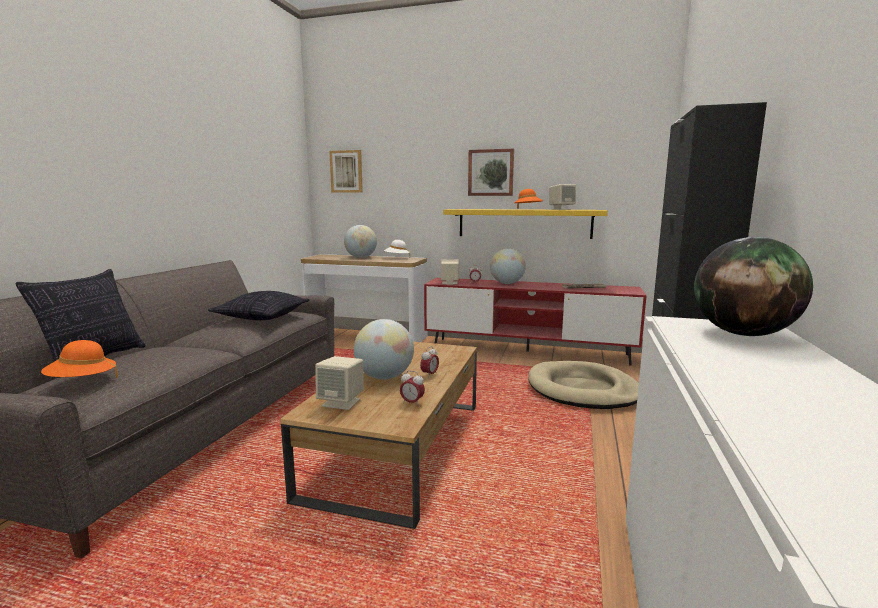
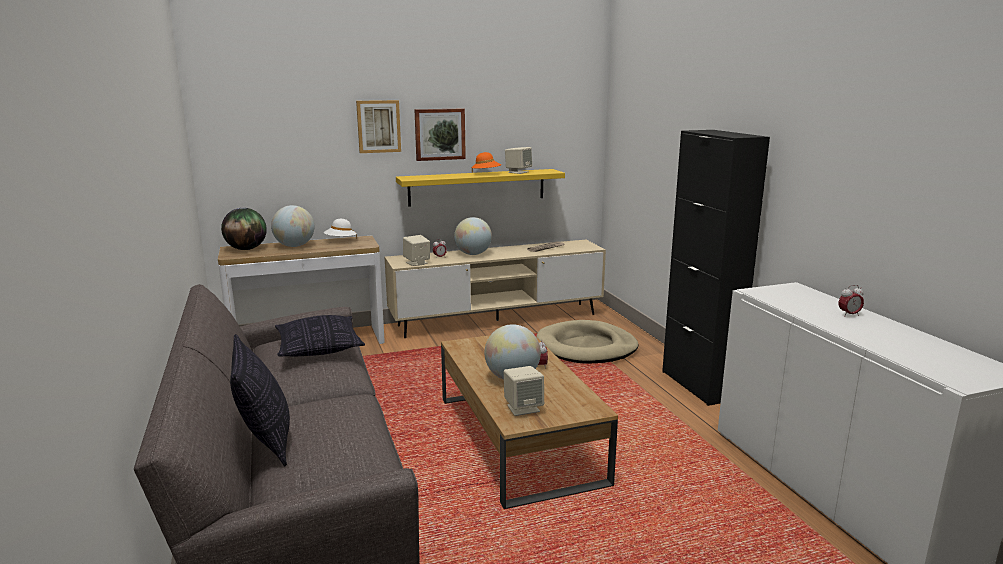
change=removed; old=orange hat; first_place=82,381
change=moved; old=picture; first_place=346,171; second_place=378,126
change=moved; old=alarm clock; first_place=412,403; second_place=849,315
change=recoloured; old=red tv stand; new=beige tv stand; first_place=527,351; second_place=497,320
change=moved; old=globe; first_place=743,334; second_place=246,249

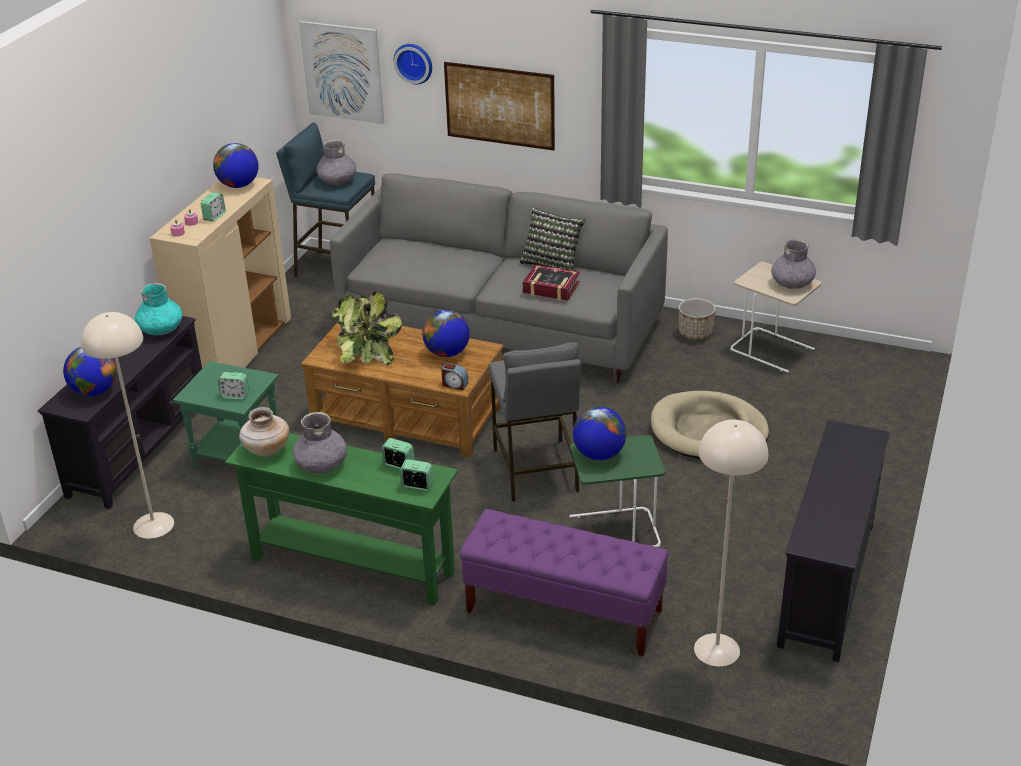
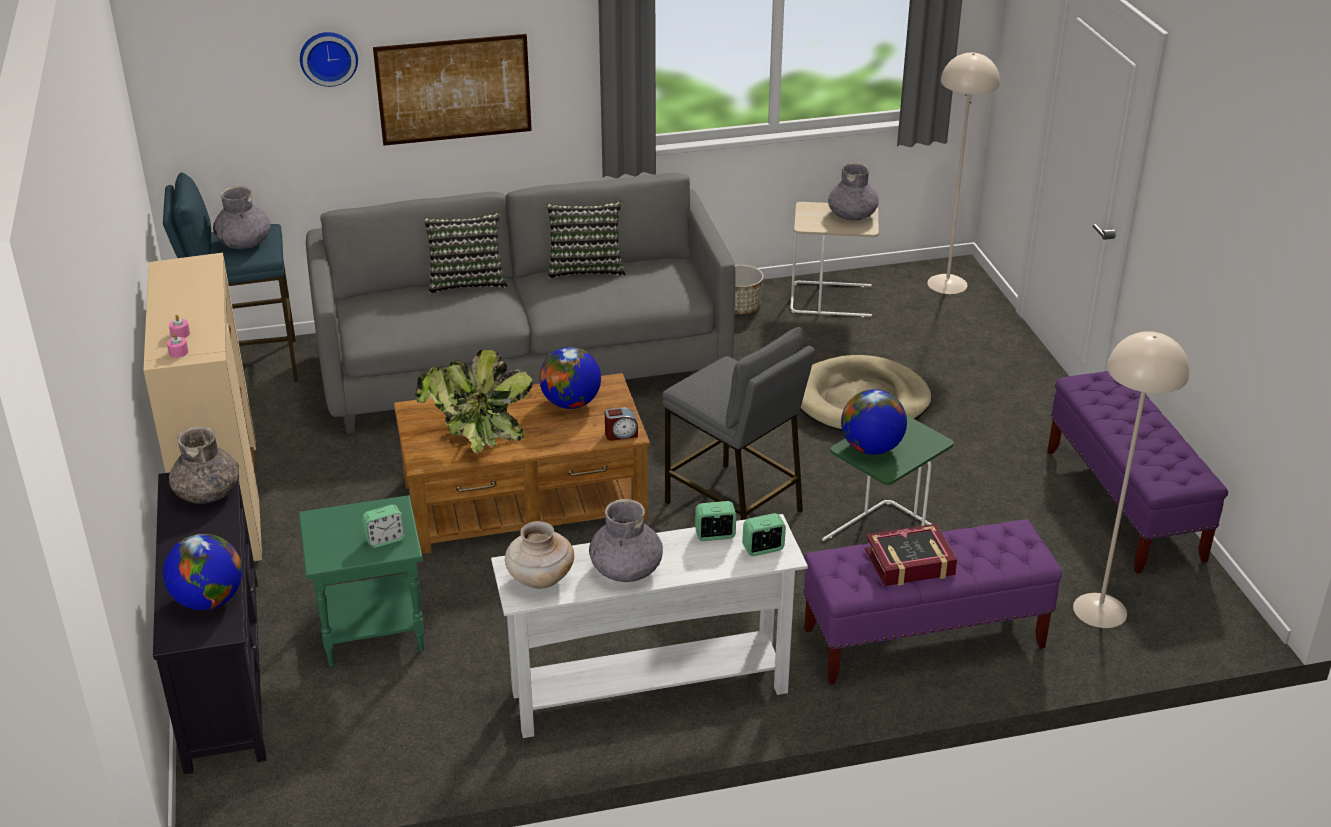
change=moved; old=beige floor lamp; first_place=153,525; second_place=946,283
change=recoloured; old=turquoise vase; new=grey vase; first_place=161,329; second_place=208,493
change=removed; old=alarm clock; first_place=214,217
change=removed; old=globe; first_place=238,185
change=recoloured; old=green console table; new=white console table; first_place=352,566; second_place=650,692
change=removed; old=picture; first_place=342,72
change=moved; old=book; first_place=551,288; second_place=910,563
change=replaced; old=black tv stand; new=purple bench; first_place=827,584; second_place=1123,505
change=added; new=pillow; second_place=467,281

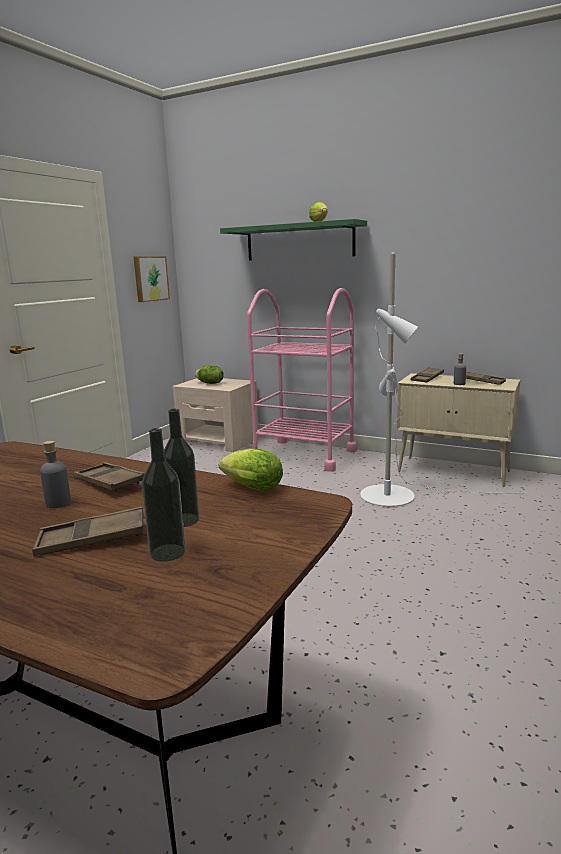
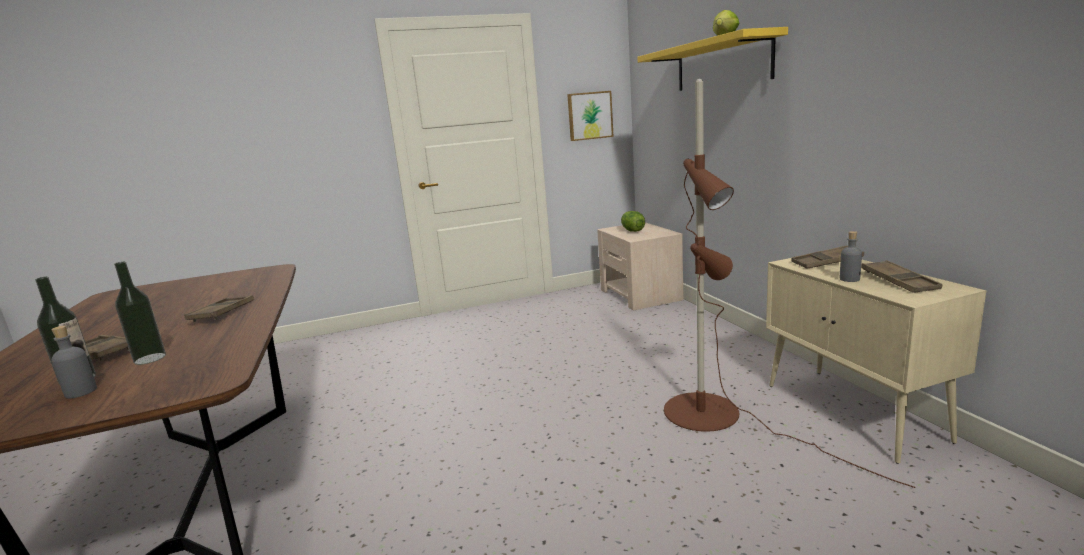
change=moved; old=grey bottle; first_place=58,503; second_place=81,392
change=removed; old=lettuce; first_place=249,488
change=recoloured; old=green shelf; new=yellow shelf; first_place=299,242; second_place=721,64
change=removed; old=pink cart; first_place=304,455
change=recoloured; old=white floor lamp; new=brown floor lamp; first_place=400,495; second_place=717,417

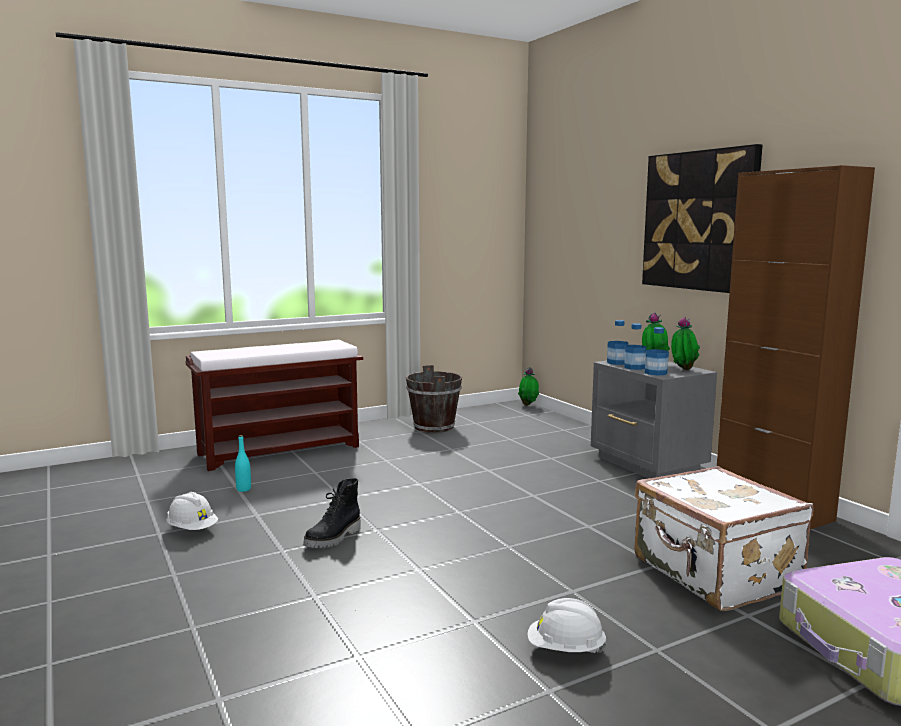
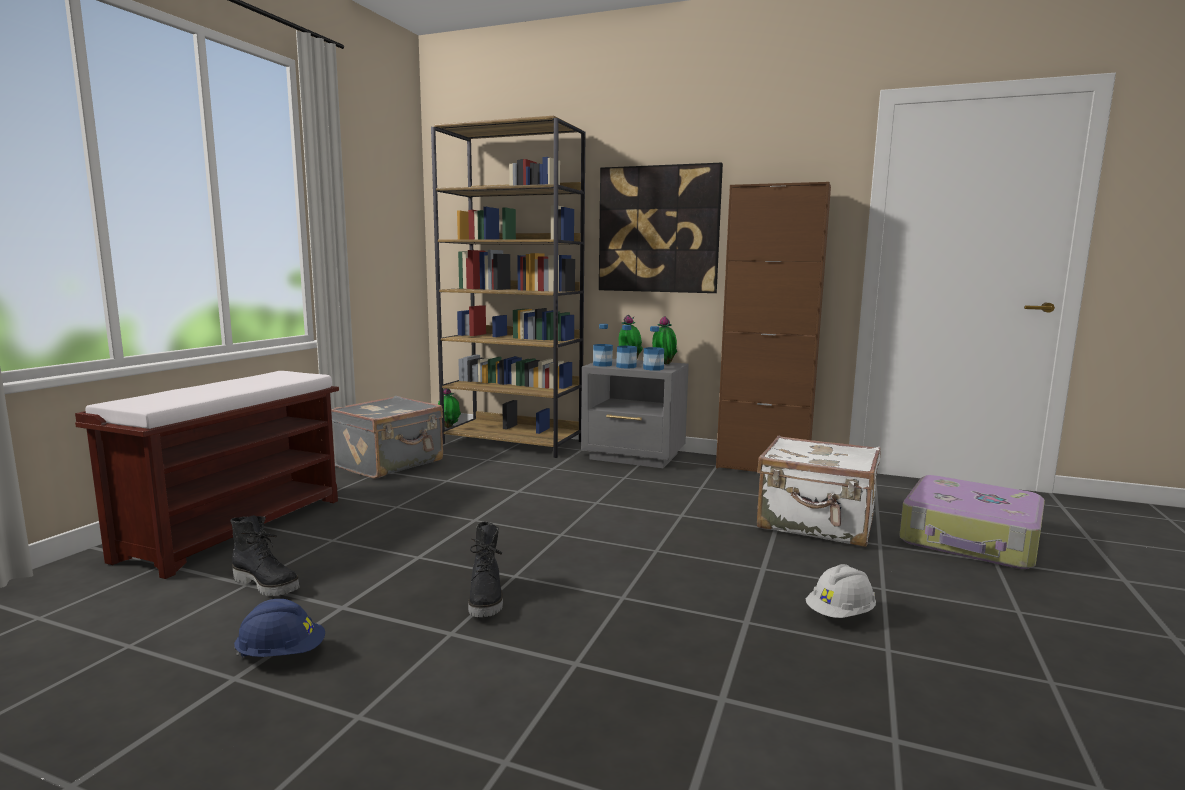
change=recoloured; old=white hard hat; new=blue hard hat; first_place=192,529; second_place=281,654
change=replaced; old=turquoise bottle; new=black boot; first_place=243,489; second_place=268,584
change=replaced; old=brown bucket; new=grey suitcase; first_place=434,427; second_place=390,463
change=added; new=brown bookcase; second_place=513,442

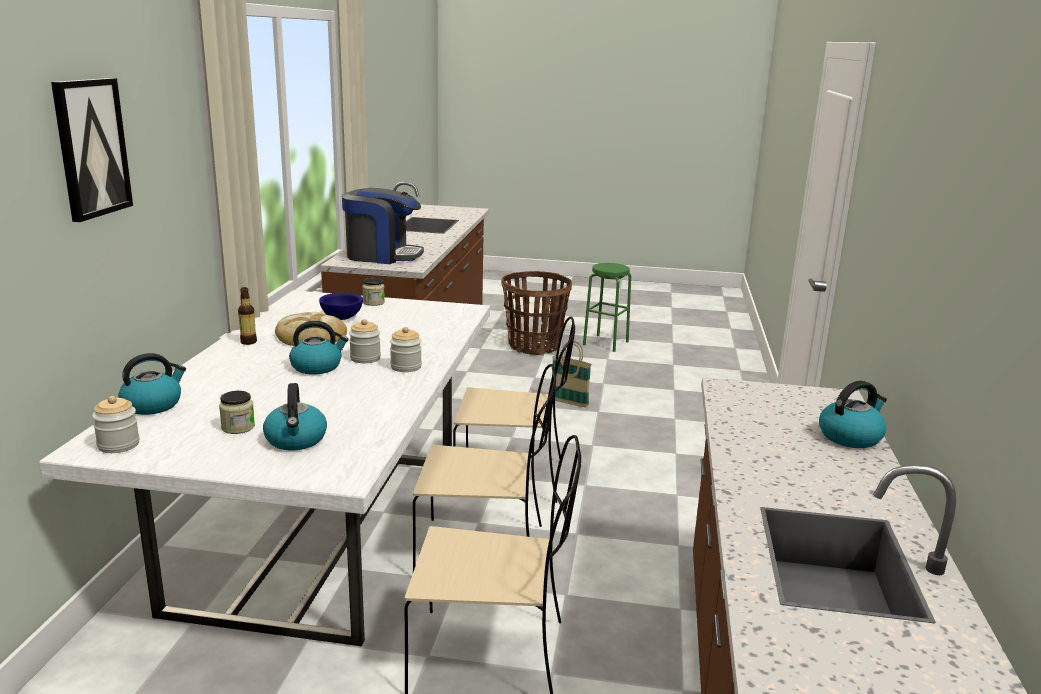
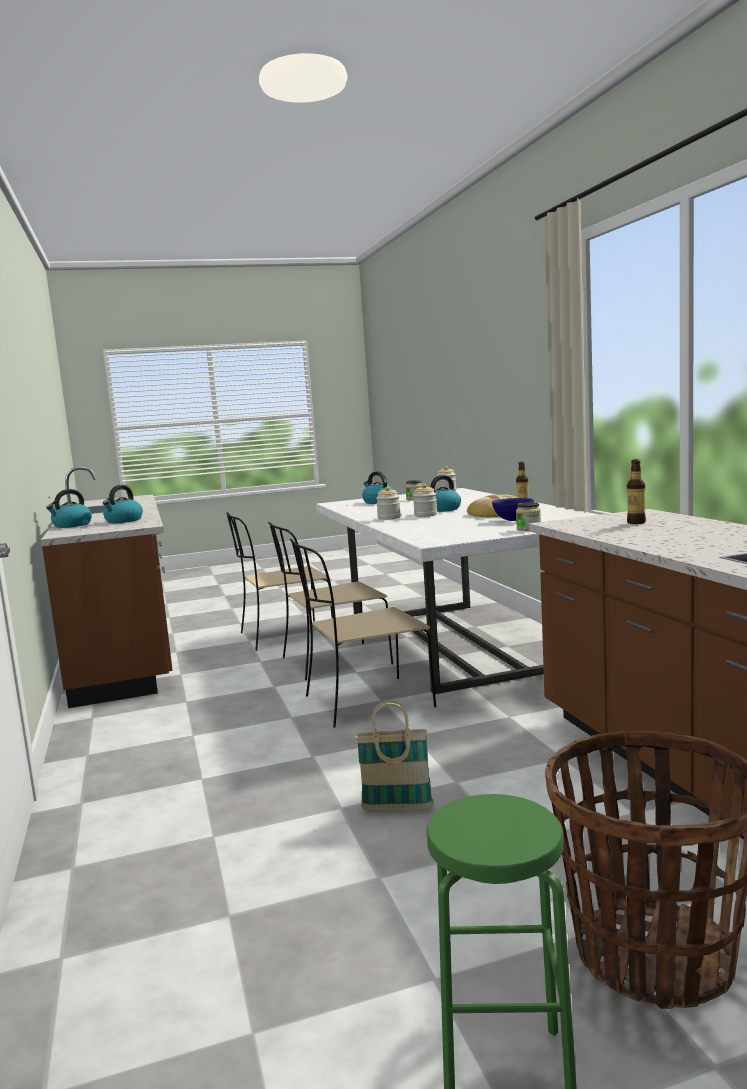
change=removed; old=picture; first_place=91,148
change=moved; old=kettle; first_place=153,405; second_place=123,521
change=replaced; old=coffee machine; new=bottle; first_place=382,256; second_place=636,522

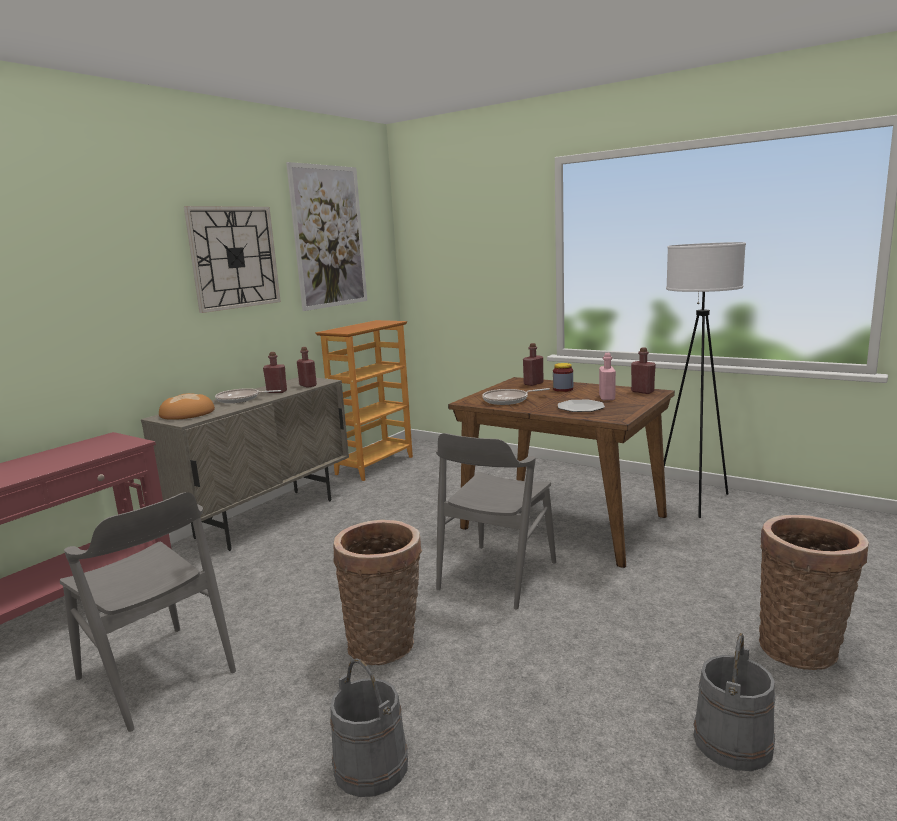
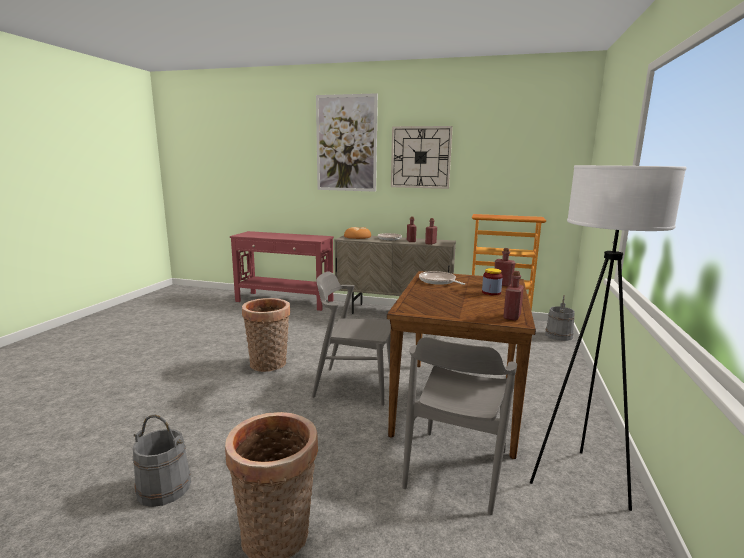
change=moved; old=grey chair; first_place=156,675; second_place=456,469
change=moved; old=picture; first_place=329,237; second_place=346,143
change=moved; old=grey bucket; first_place=370,767; second_place=558,335
change=removed; old=plate; first_place=580,407
change=removed; old=pink bottle; first_place=607,398

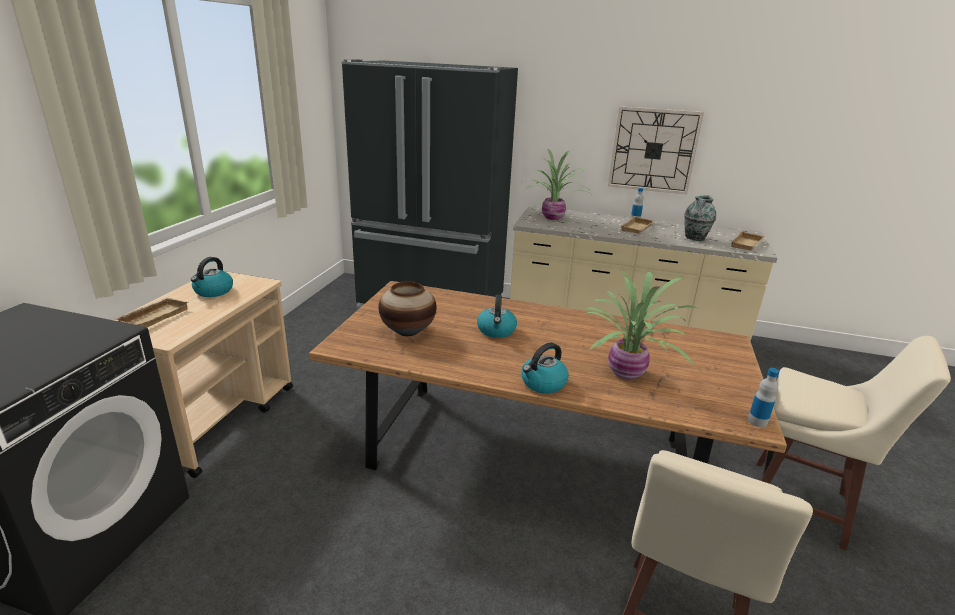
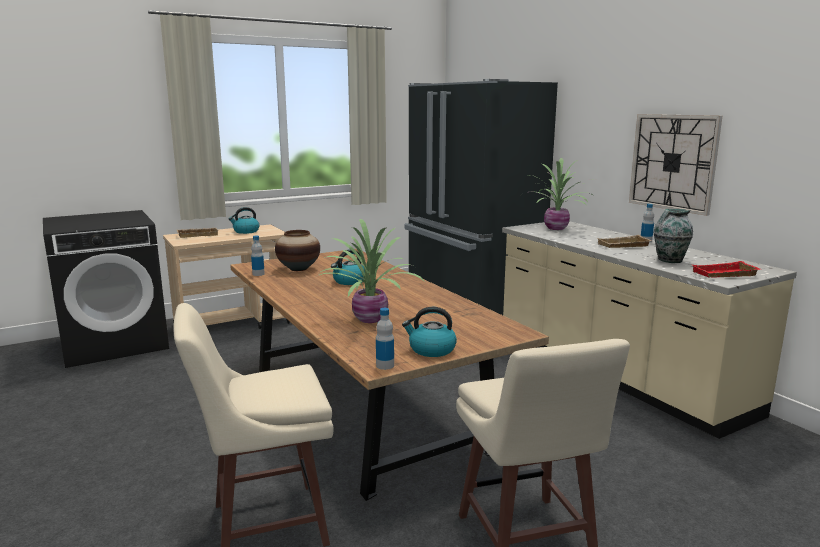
change=moved; old=kettle; first_place=543,383; second_place=431,350
change=recoloured; old=beige tray; new=red tray; first_place=747,245; second_place=724,274
change=added; new=bottle; second_place=258,274

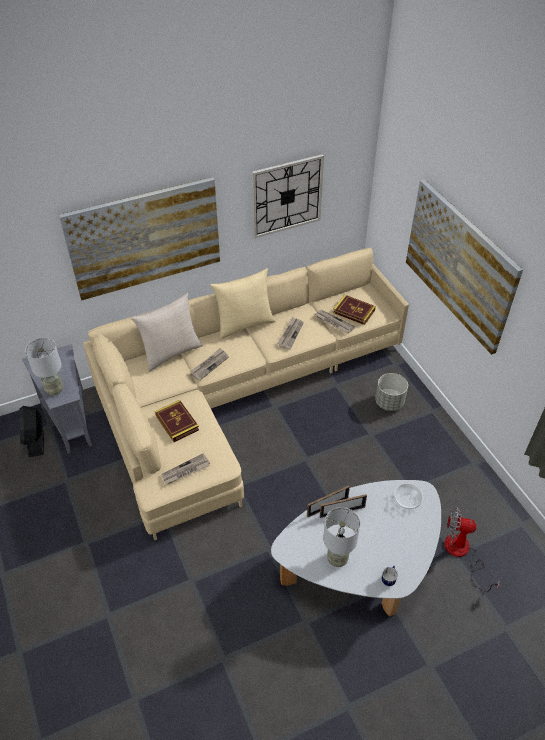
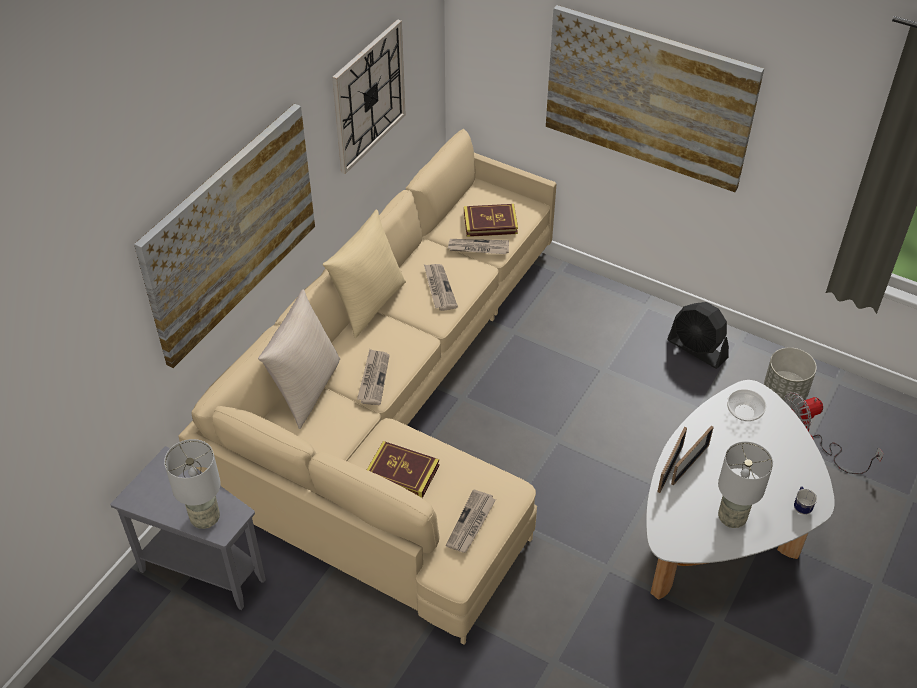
change=moved; old=black fan; first_place=35,440; second_place=697,349
change=moved; old=grey planter; first_place=389,402; second_place=785,392

